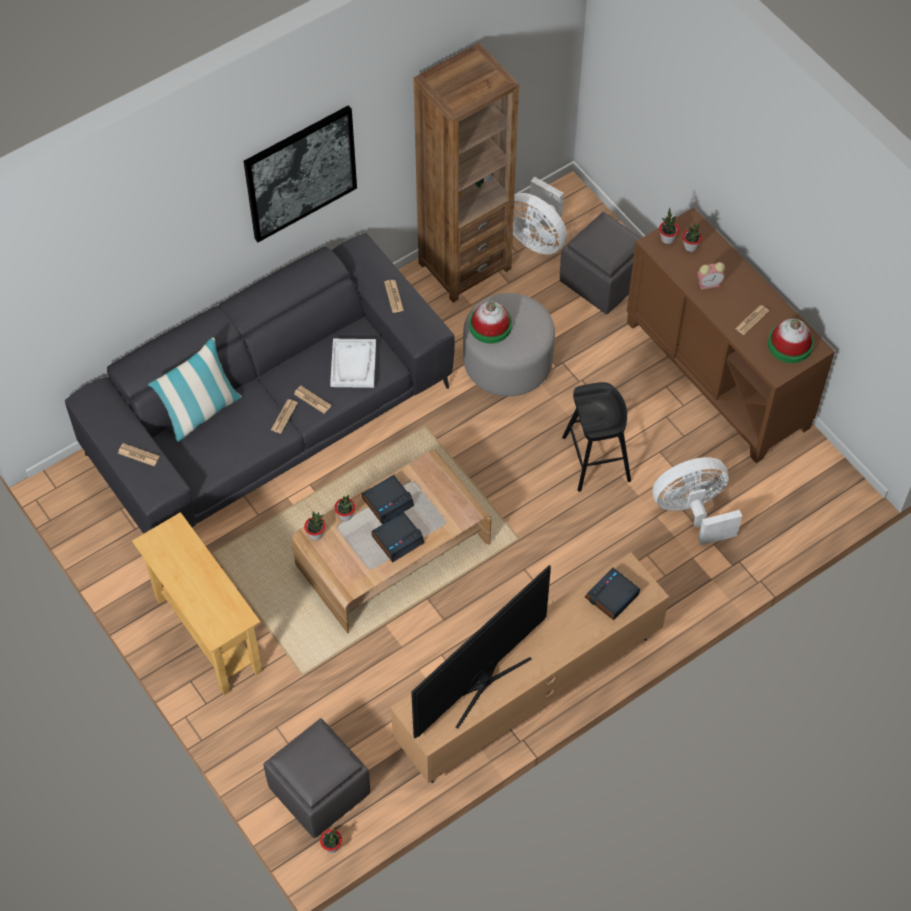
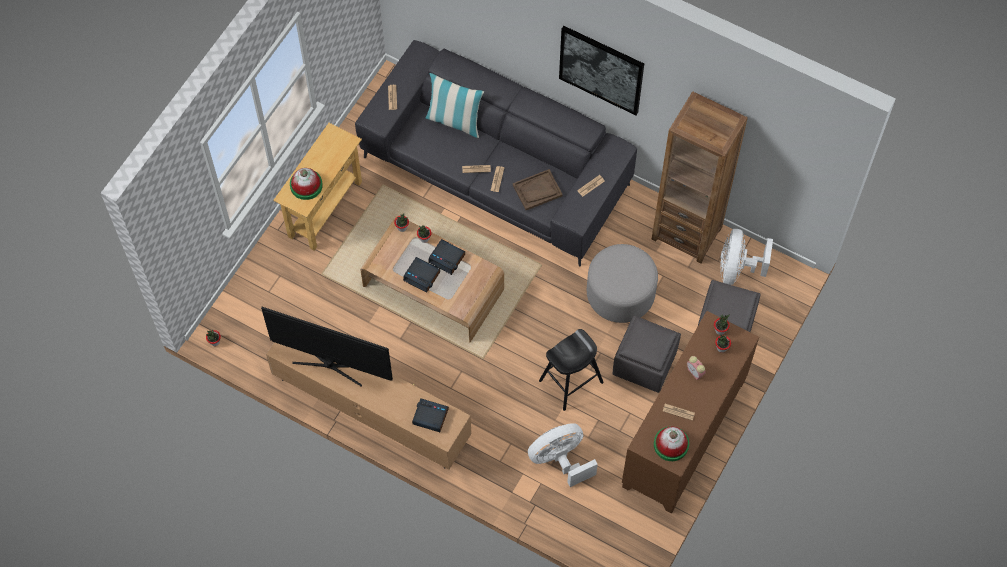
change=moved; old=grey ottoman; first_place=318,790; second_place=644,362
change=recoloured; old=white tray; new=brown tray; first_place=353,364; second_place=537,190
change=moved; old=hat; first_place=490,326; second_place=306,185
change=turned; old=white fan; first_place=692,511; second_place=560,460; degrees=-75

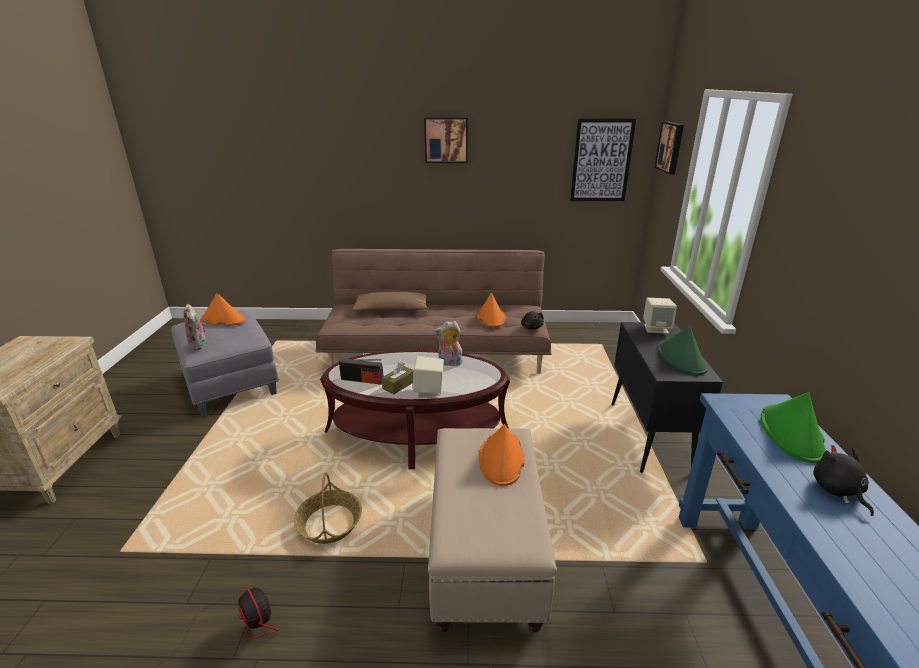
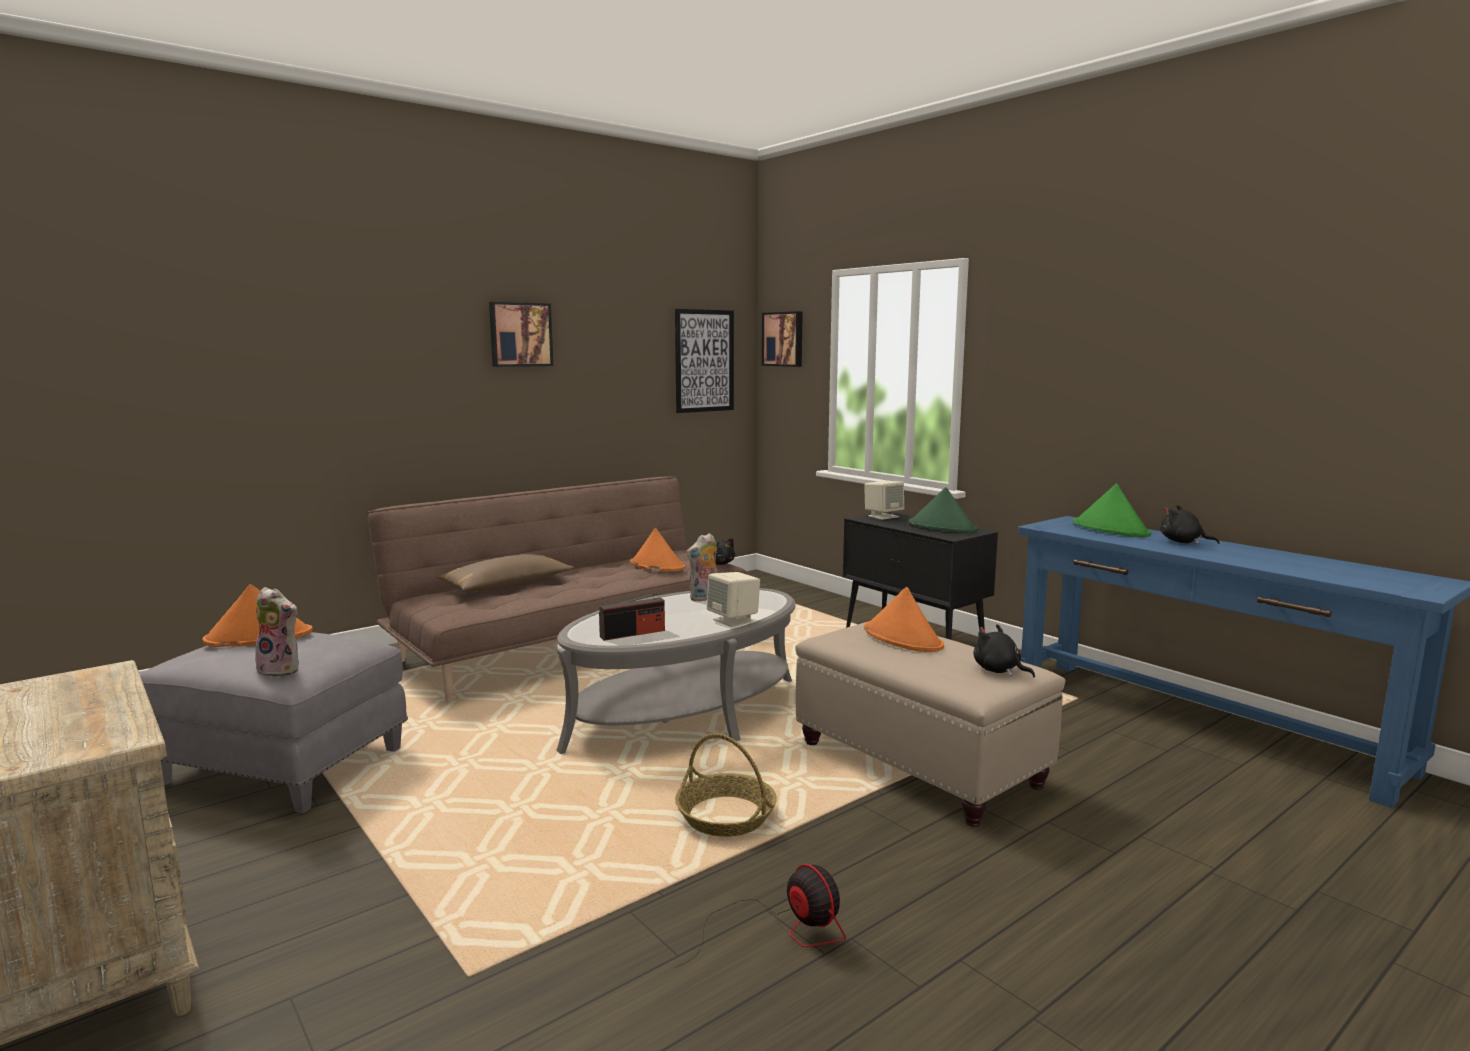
change=turned; old=fan; first_place=239,624; second_place=780,930; degrees=45
change=recoloured; old=brown coffee table; new=grey coffee table; first_place=417,432; second_place=684,714
change=removed; old=brown tissue box; first_place=399,385
change=added; new=black plush toy; second_place=998,670

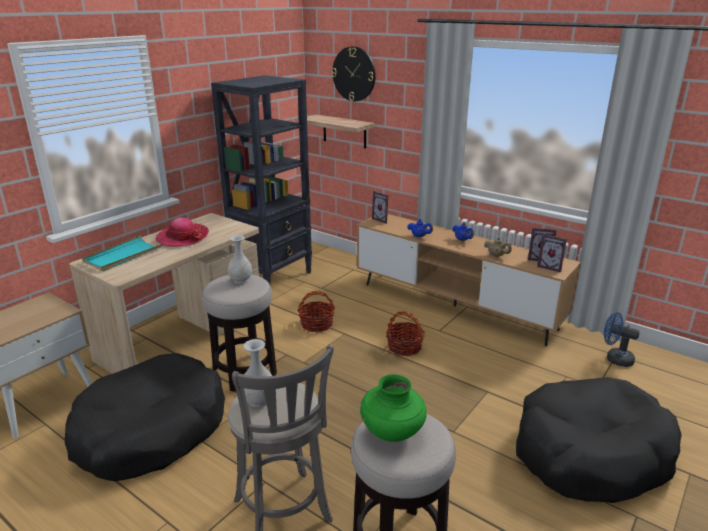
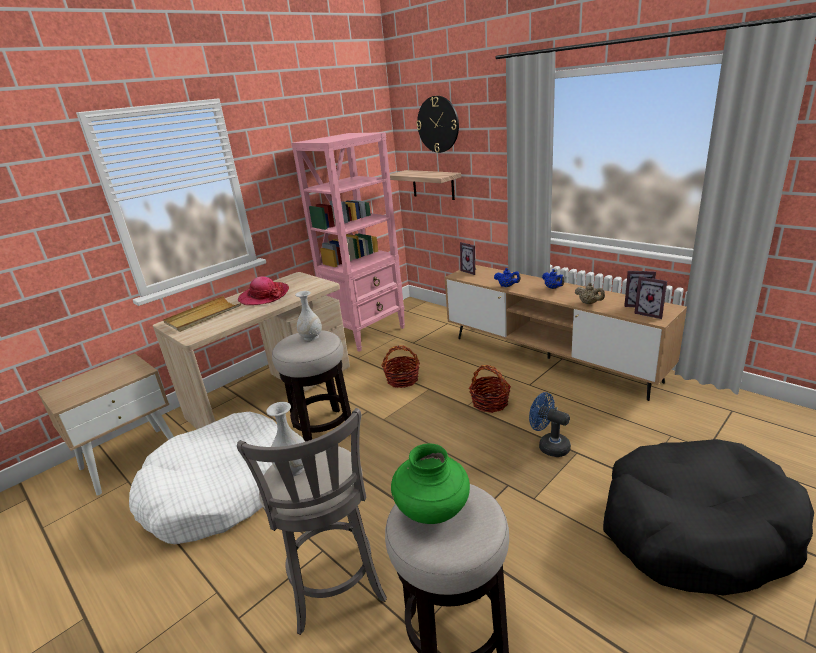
change=recoloured; old=black dog bed; new=white dog bed; first_place=151,430; second_place=222,490
change=recoloured; old=turquoise tray; new=beige tray; first_place=123,256; second_place=203,316
change=recoloured; old=black bookcase; new=pink bookcase; first_place=273,277; second_place=367,333
change=moved; old=blue fan; first_place=615,358; second_place=549,446

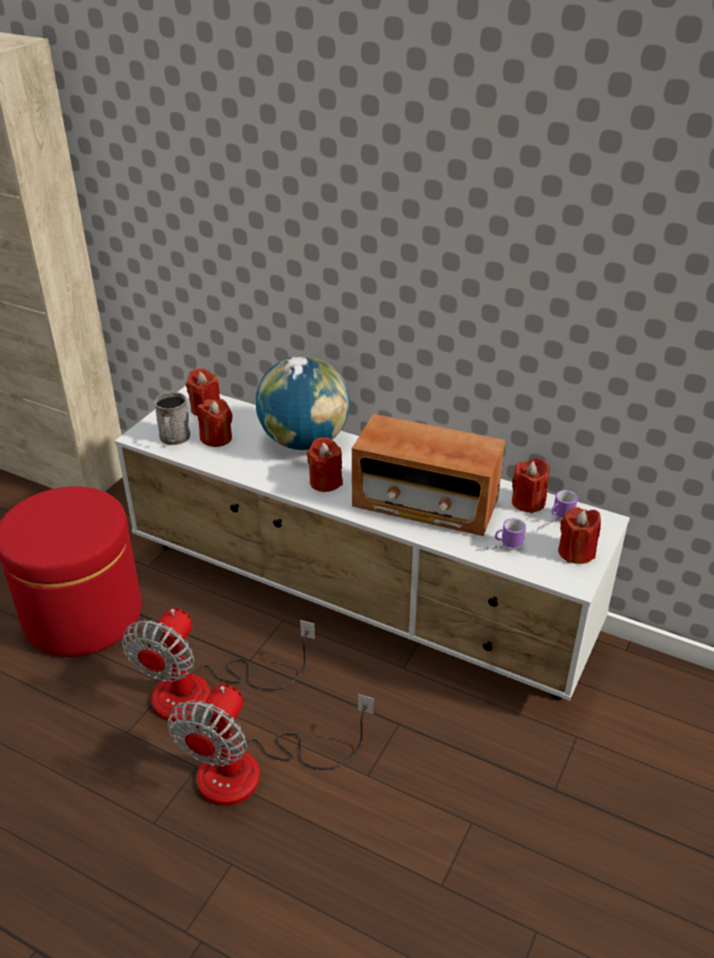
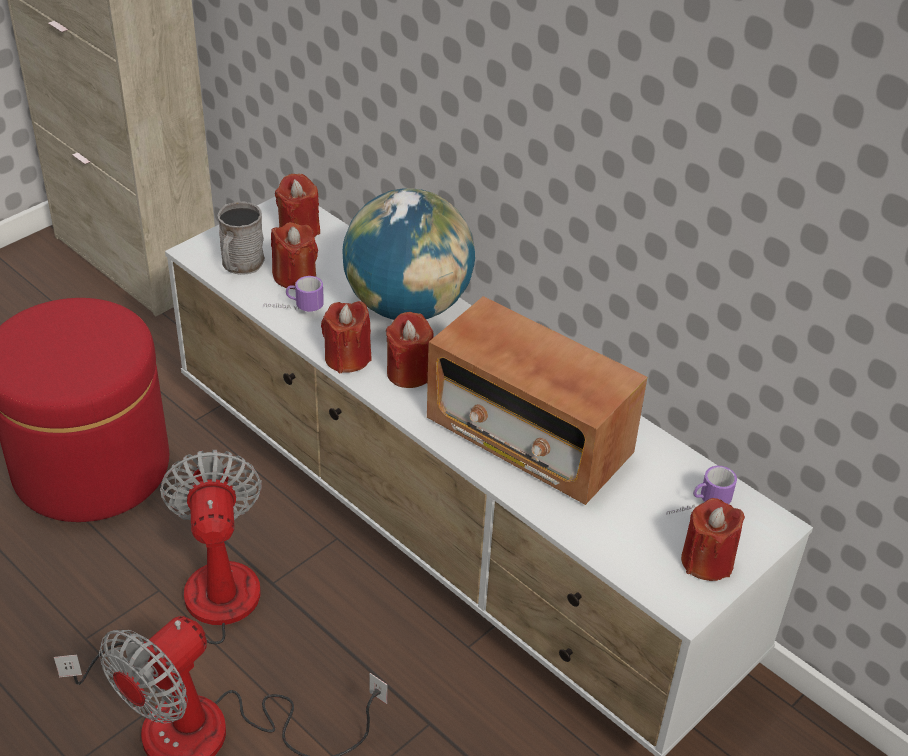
change=turned; old=fan; first_place=204,693; second_place=198,611; degrees=135
change=moved; old=mug; first_place=499,548; second_place=293,309
change=moved; old=red candle; first_place=528,502; second_place=347,358

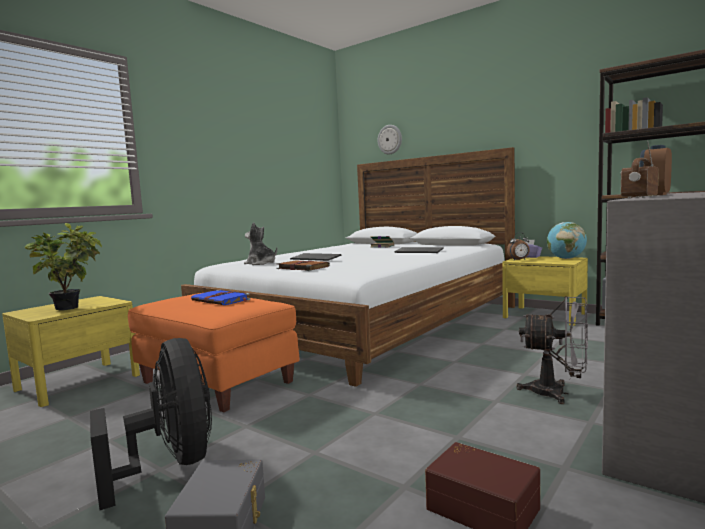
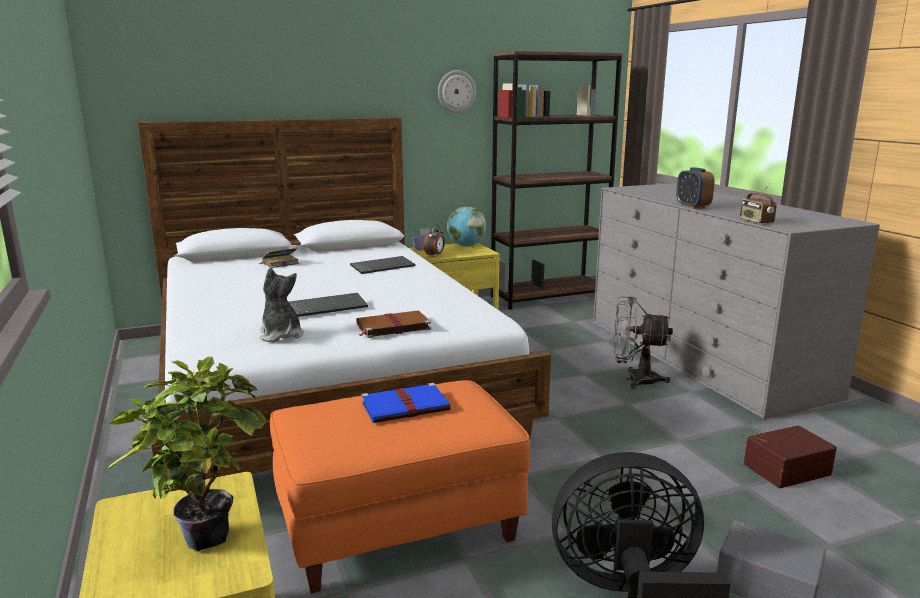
change=turned; old=plush toy; first_place=261,263; second_place=281,335; degrees=90
change=moved; old=wall clock; first_place=390,139; second_place=456,91
change=turned; old=grey fan; first_place=557,393; second_place=634,380; degrees=-135

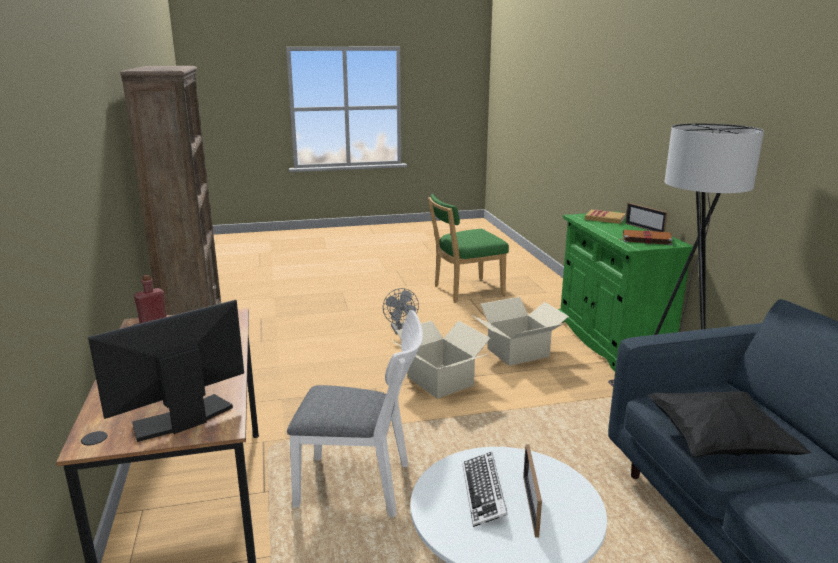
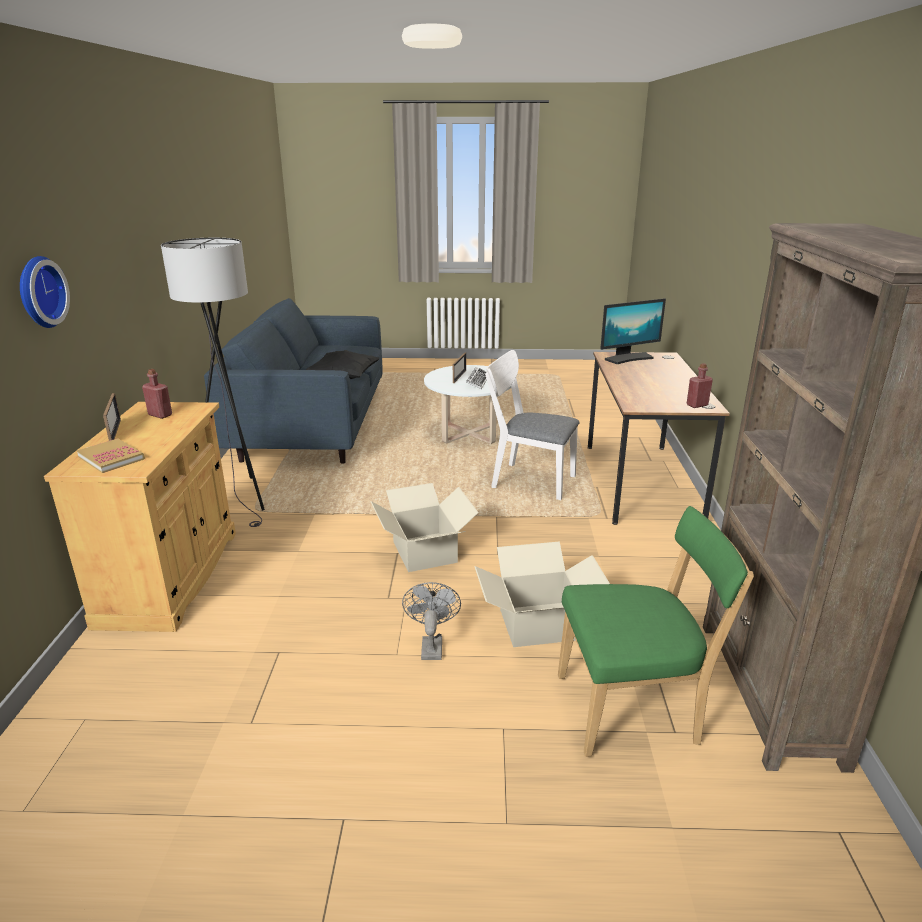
change=moved; old=green chair; first_place=465,291; second_place=633,709
change=moved; old=cardboard box; first_place=518,352; second_place=538,624
change=recoloured; old=green cabinet; new=beige cabinet; first_place=611,341; second_place=170,577
change=replaced; old=brown book; new=red bottle; first_place=645,239; second_place=160,415
change=added; new=wall clock; second_place=38,292

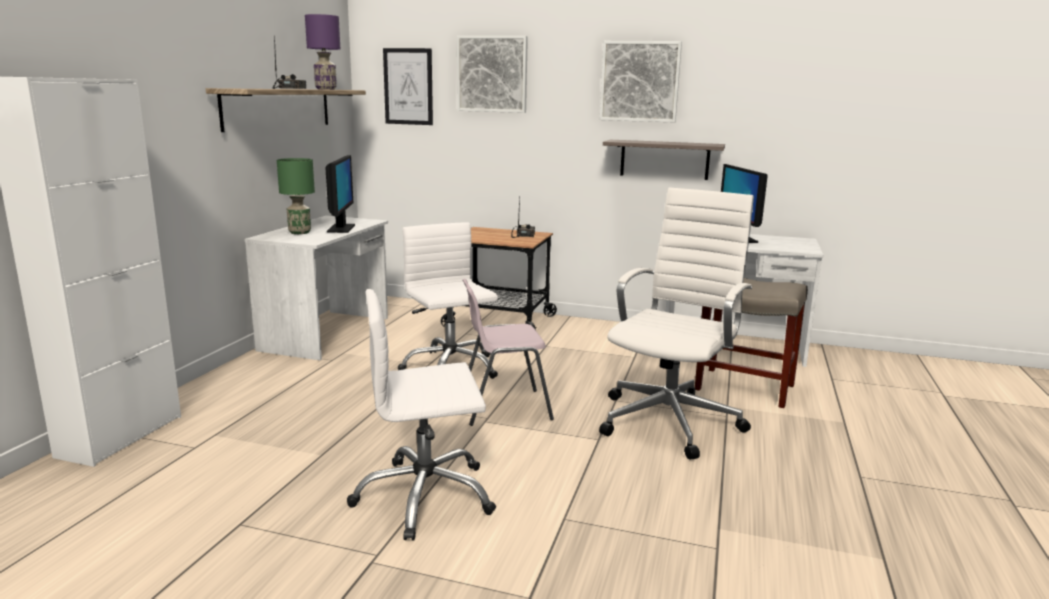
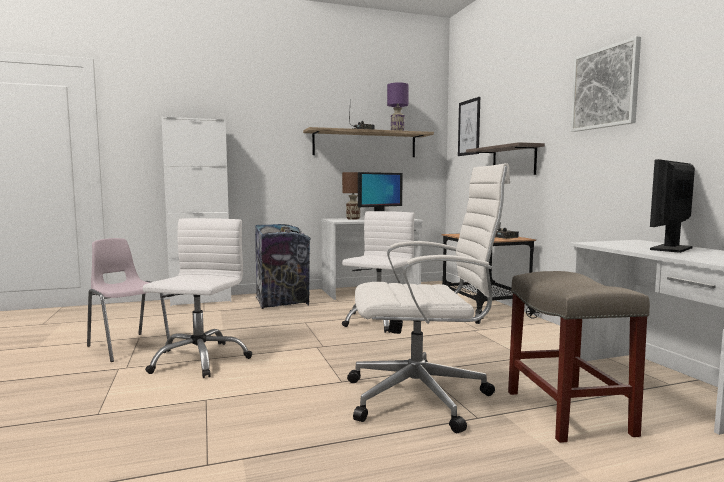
change=recoloured; old=green table lamp; new=brown table lamp; first_place=300,232; second_place=353,219
change=turned; old=white office chair; first_place=424,497; second_place=199,360; degrees=60
change=removed; old=picture; first_place=492,74
change=moved; old=pink chair; first_place=503,407; second_place=128,346
change=moved; old=shelf; first_place=664,159; second_place=514,161
change=added; new=trash can; second_place=282,302

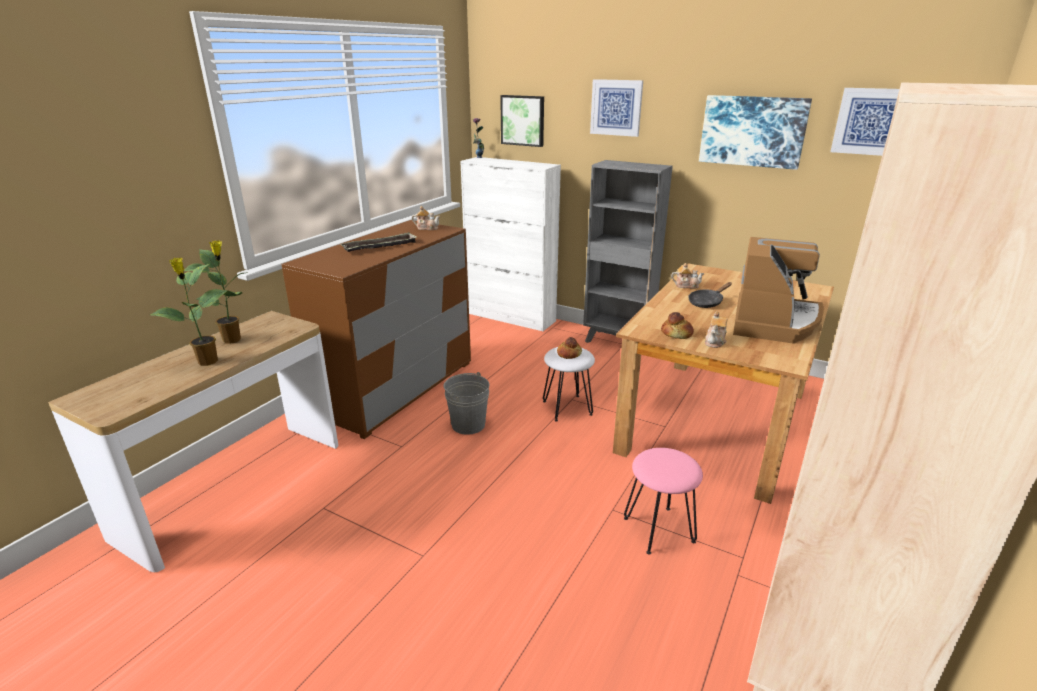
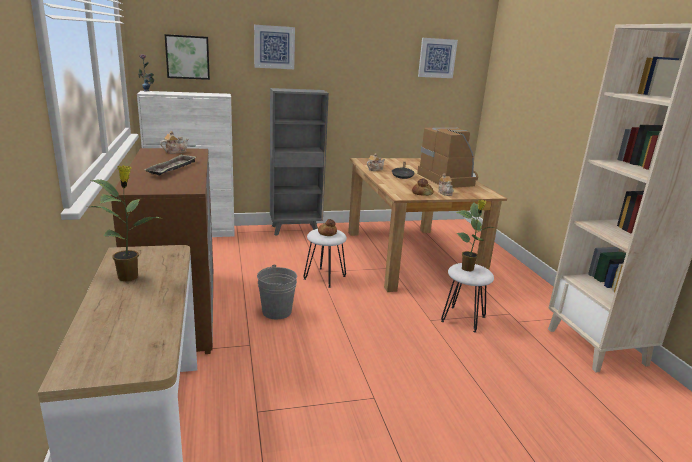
change=moved; old=potted plant; first_place=207,362; second_place=468,269
change=recoloured; old=pink stool; new=white stool; first_place=658,530; second_place=463,319
change=removed; old=picture; first_place=752,131

